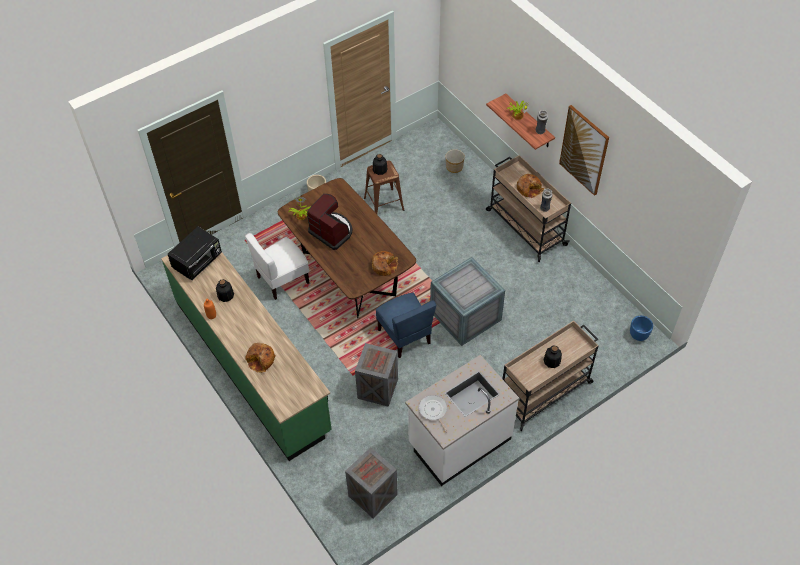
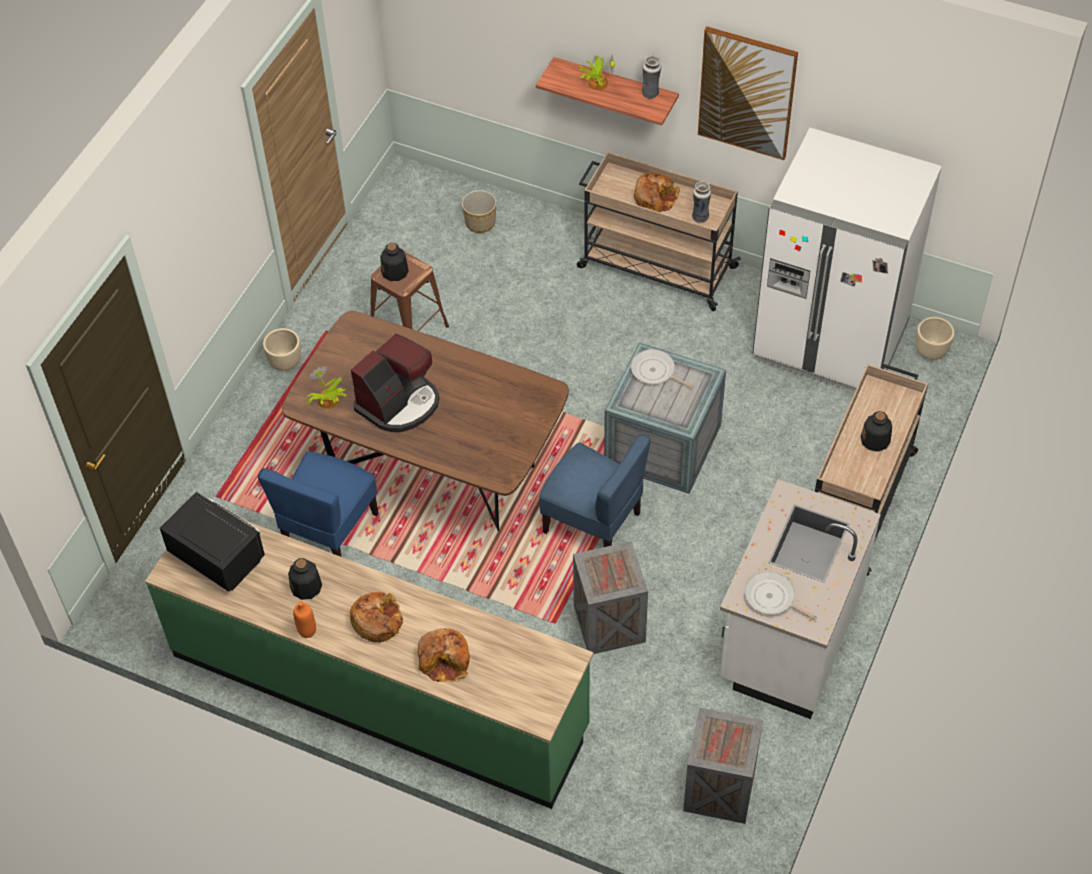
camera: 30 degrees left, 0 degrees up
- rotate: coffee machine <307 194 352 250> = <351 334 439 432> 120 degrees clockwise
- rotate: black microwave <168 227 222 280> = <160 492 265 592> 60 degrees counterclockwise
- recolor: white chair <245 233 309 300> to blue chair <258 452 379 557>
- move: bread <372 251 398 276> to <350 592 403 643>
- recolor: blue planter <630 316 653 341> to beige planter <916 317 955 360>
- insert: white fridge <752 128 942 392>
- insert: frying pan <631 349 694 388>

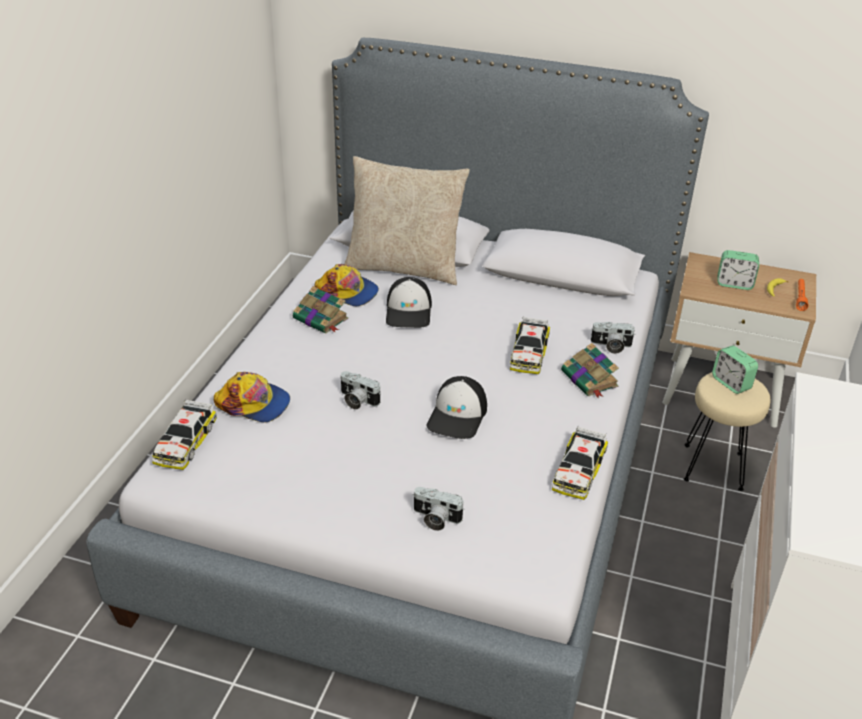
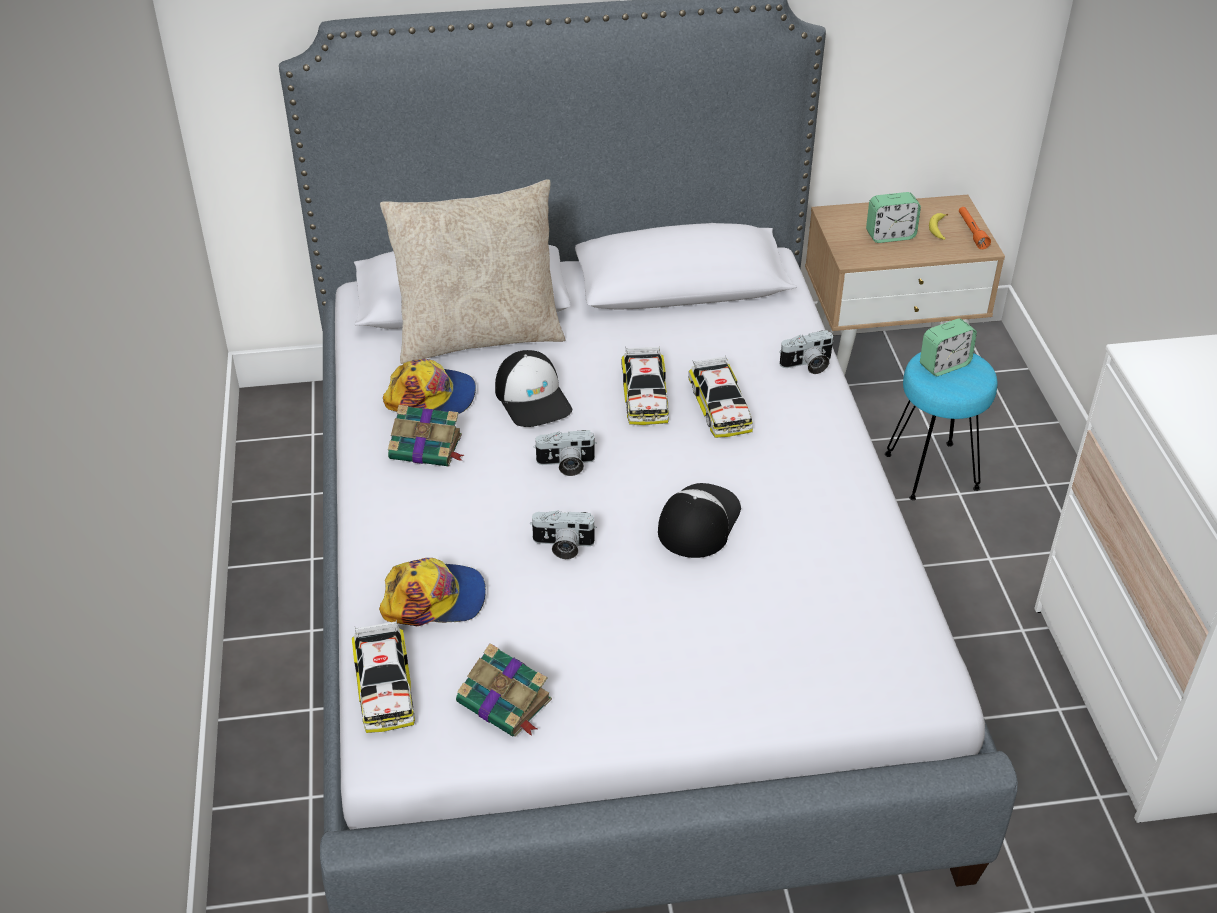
camera: 25 degrees left, 5 degrees up
- move: book <561 343 619 398> to <456 643 552 737>
- rotate: alarm clock <712 345 758 394> = <920 319 977 376> 60 degrees counterclockwise
- recolor: beige stool <684 372 770 491> to turquoise stool <885 352 997 500>
- rotate: cap <426 376 487 439> = <658 483 741 558> 150 degrees counterclockwise
- move: toy car <552 427 608 500> to <622 347 669 425>
- move: photo camera <413 487 465 531> to <533 430 597 476>

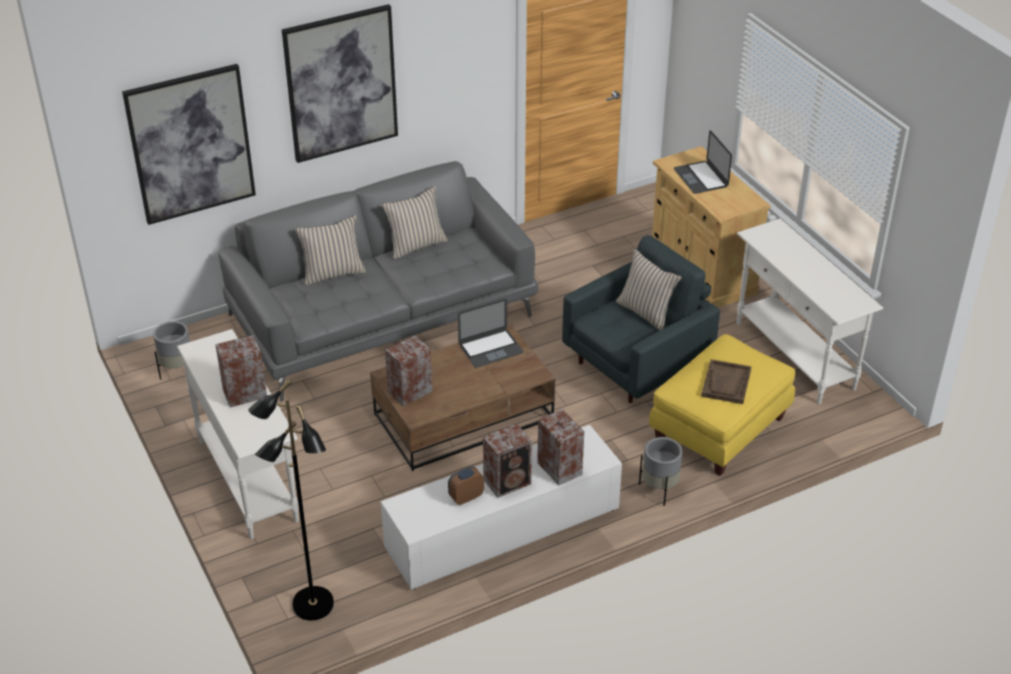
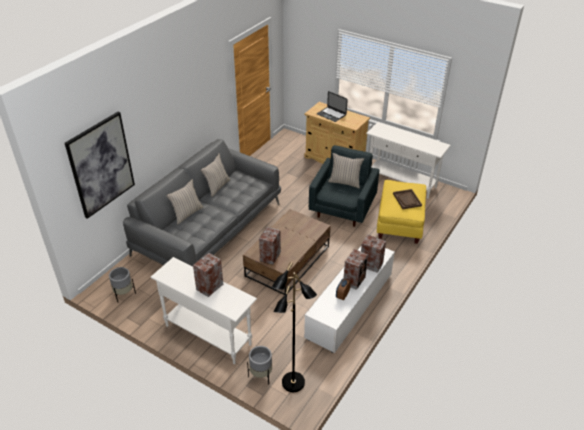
camera: 30 degrees left, 0 degrees up
- delete: picture <282 4 398 163>
- delete: laptop <458 299 524 368>
- move: grey planter <639 437 682 506> to <247 346 272 385>

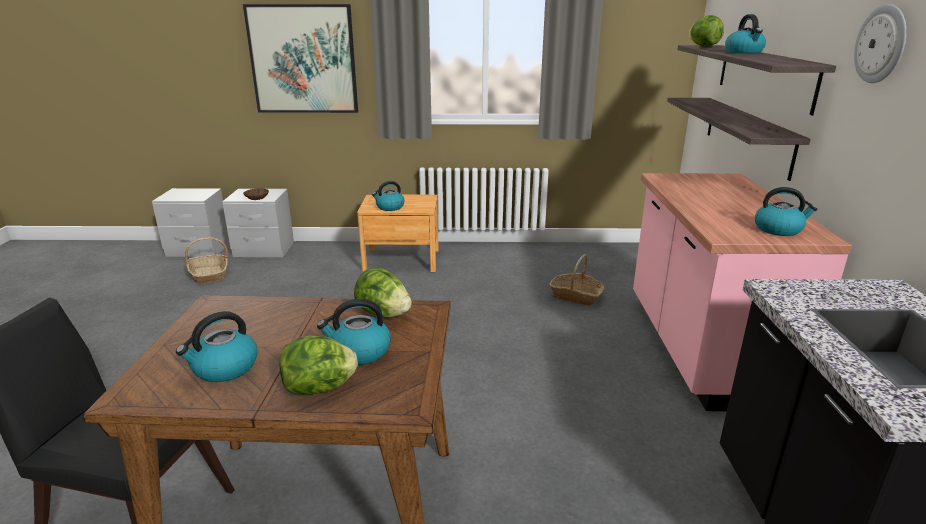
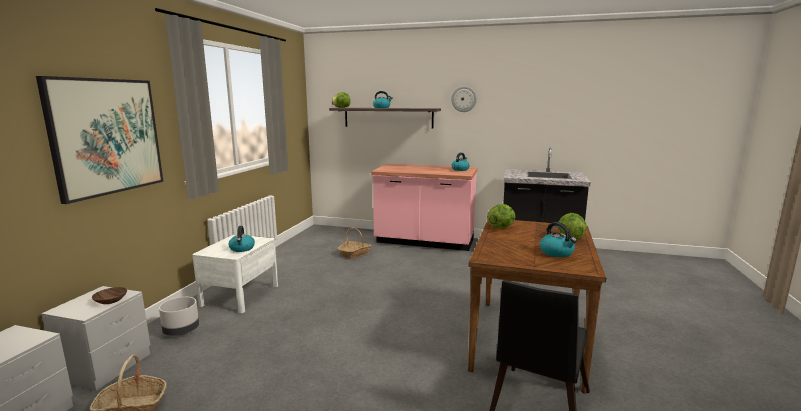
camera: 75 degrees left, 10 degrees down
- delete: shelf <667 98 811 181>
- recolor: brown nightstand <357 194 439 272> to white nightstand <192 234 278 313>
- delete: kettle <317 299 391 365>
- insert: grey planter <159 297 199 336>

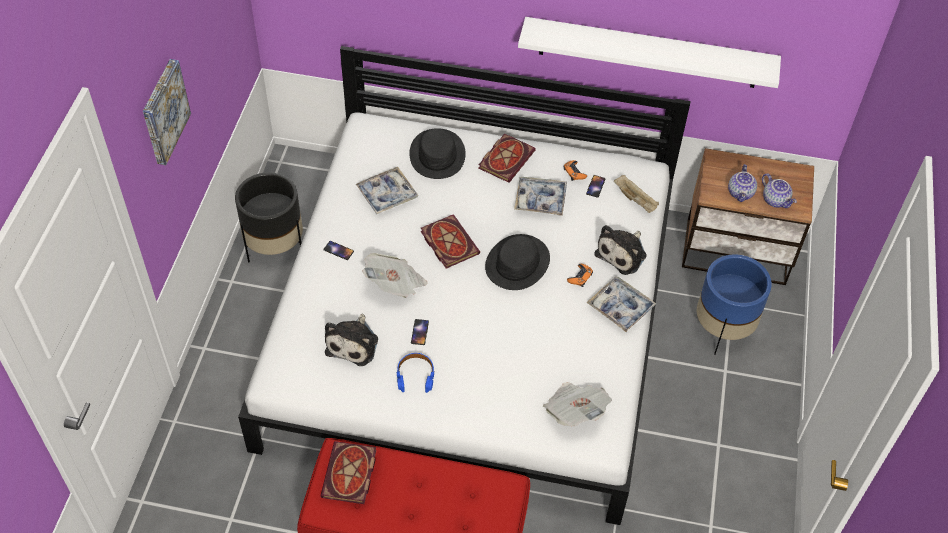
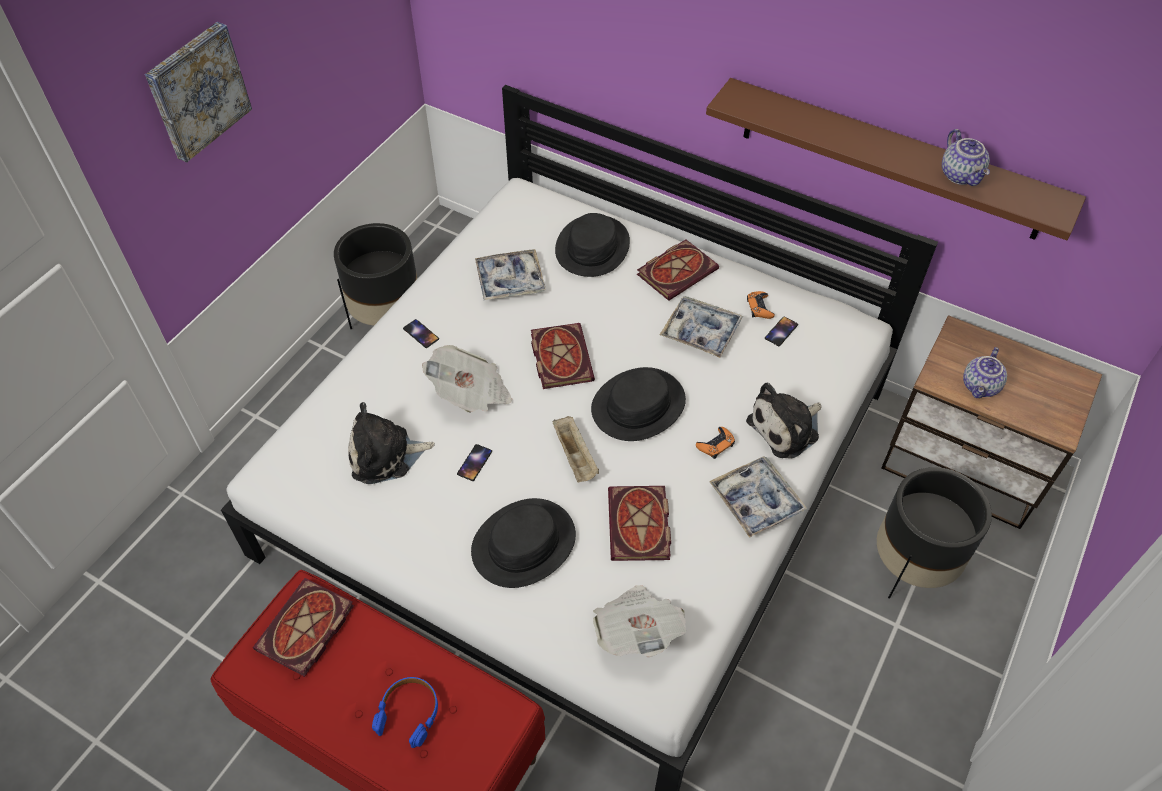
camera: 20 degrees right, 0 degrees up
- recolor: white shelf <518 17 781 88> to brown shelf <706 78 1086 240>
- move: teapot <762 174 797 208> to <942 129 990 186>
- move: beige tray <613 175 659 213> to <553 416 599 482>
- recolor: blue planter <697 255 772 355> to black planter <877 467 992 599>
- rotate: plush toy <325 314 378 366> = <348 402 435 484> 45 degrees clockwise
- move: blue headphones <397 353 435 393> to <372 677 438 748>
- insert: book <608 486 671 561>
- insert: black hat <471 498 576 588>

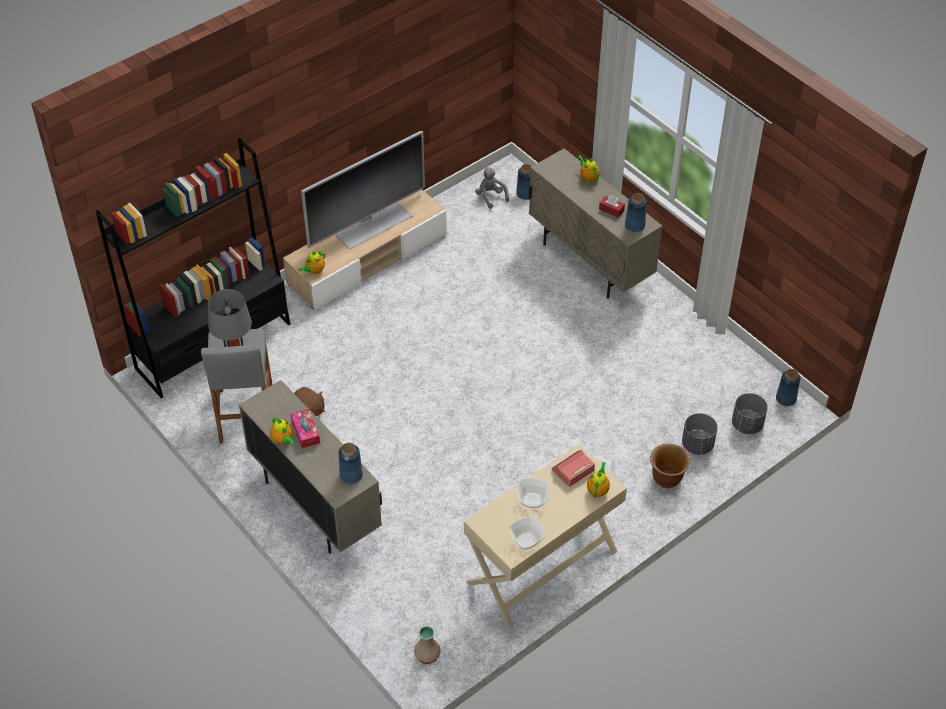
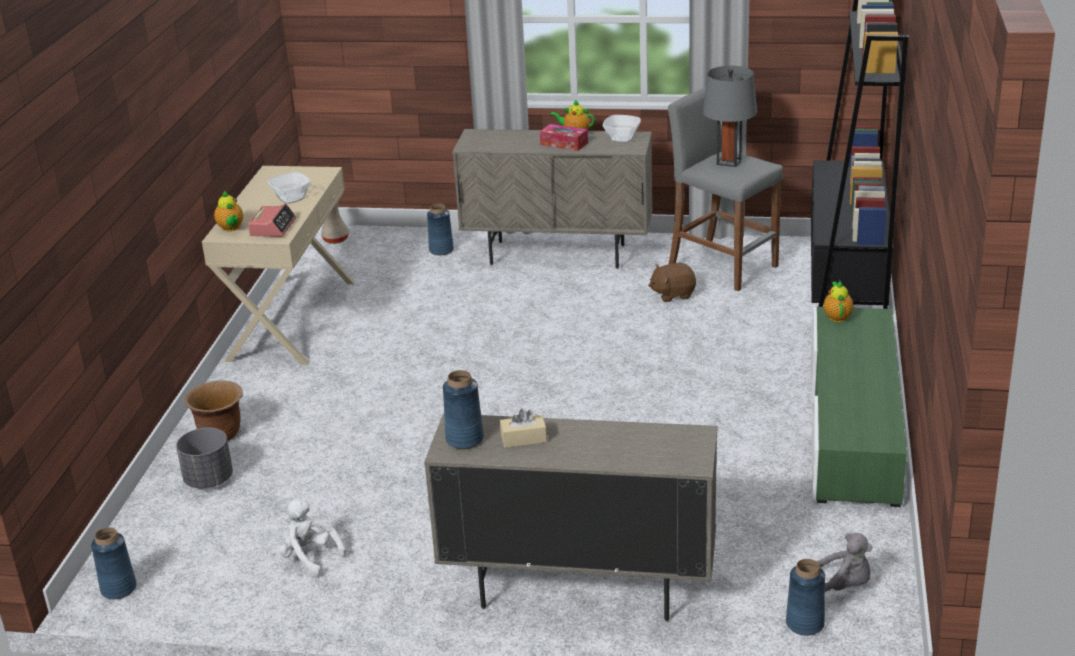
camera: 140 degrees right, 20 degrees down
- delete: television <301 131 425 250>
- delete: teapot <578 155 600 183>
- recolor: beige tv stand <283 189 446 310> to green tv stand <811 307 907 507>
- recolor: red tissue box <599 195 625 218> to beige tissue box <500 409 547 448>
- delete: grey planter <732 393 768 434>
- move: blue vase <339 443 363 484> to <427 204 454 255>
- move: bowl <509 517 545 550> to <603 115 641 143>
- insert: white plush toy <279 499 346 576>

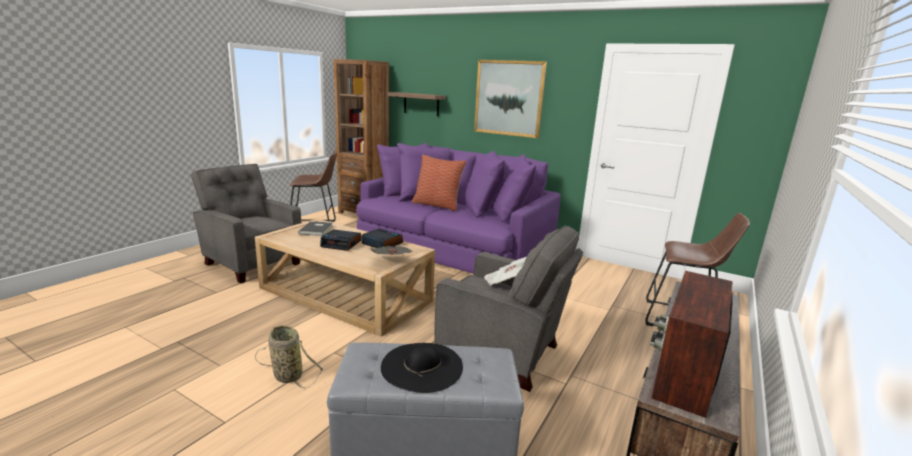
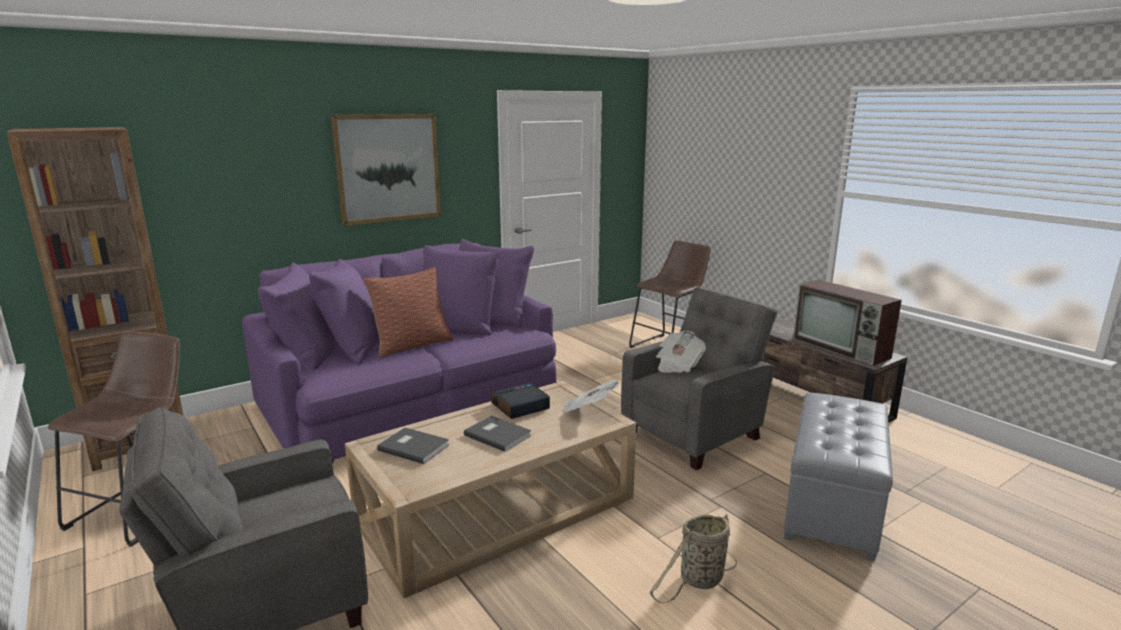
camera: 65 degrees left, 0 degrees up
- delete: shelf <387 92 446 116>
- replace: alarm clock <320 229 361 251> to grey book <464 416 532 452>
- delete: black hat <381 343 463 393>

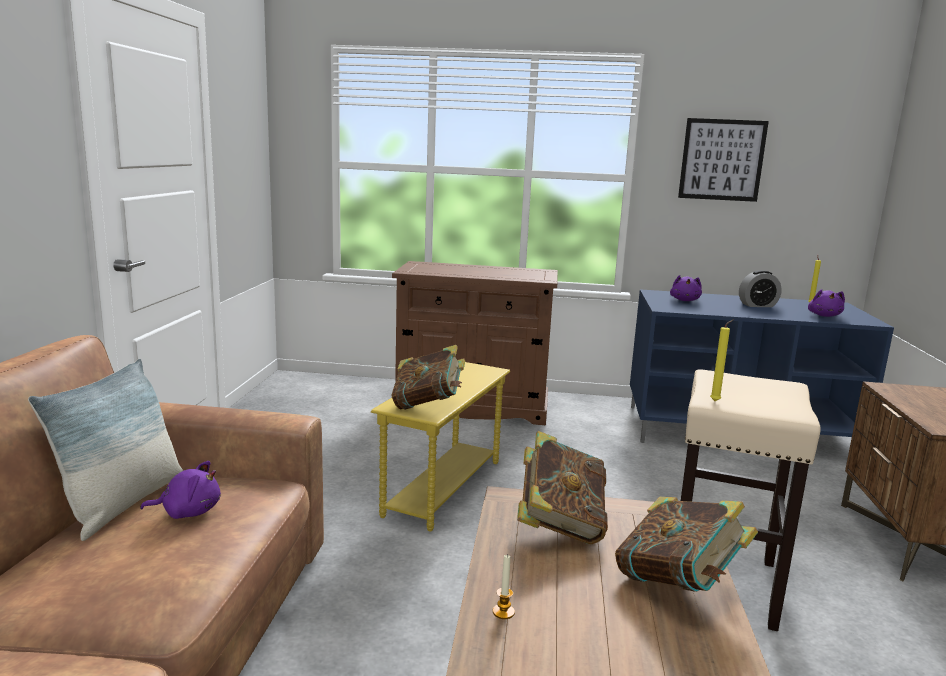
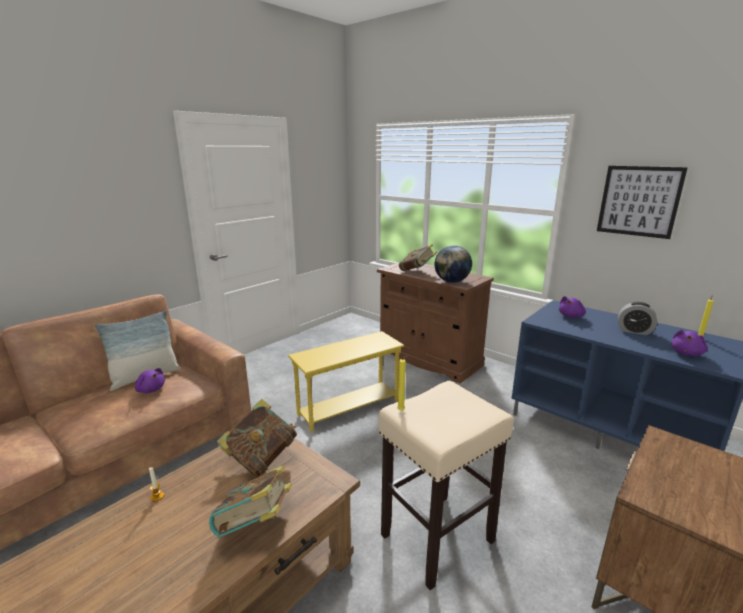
camera: 35 degrees right, 5 degrees up
- move: book <392 345 465 410> to <399 244 437 272>
- insert: globe <434 245 472 283>

